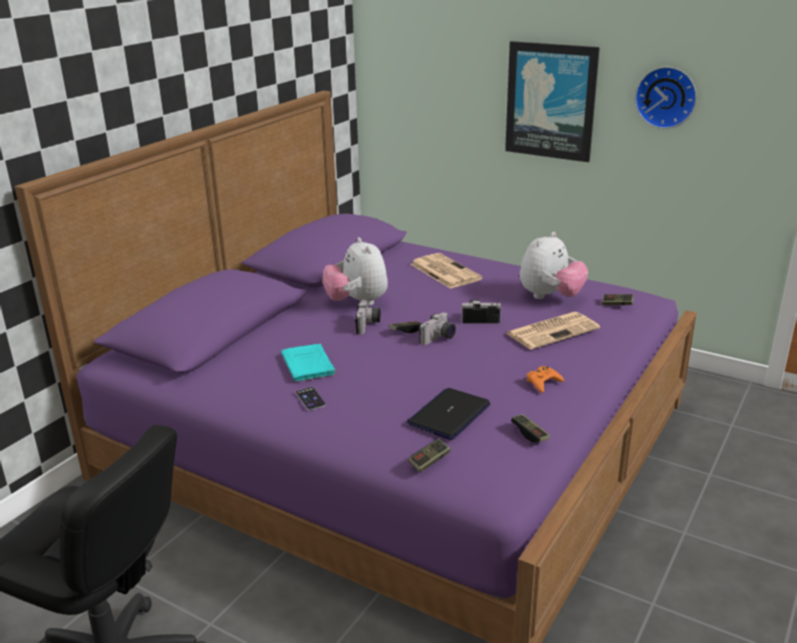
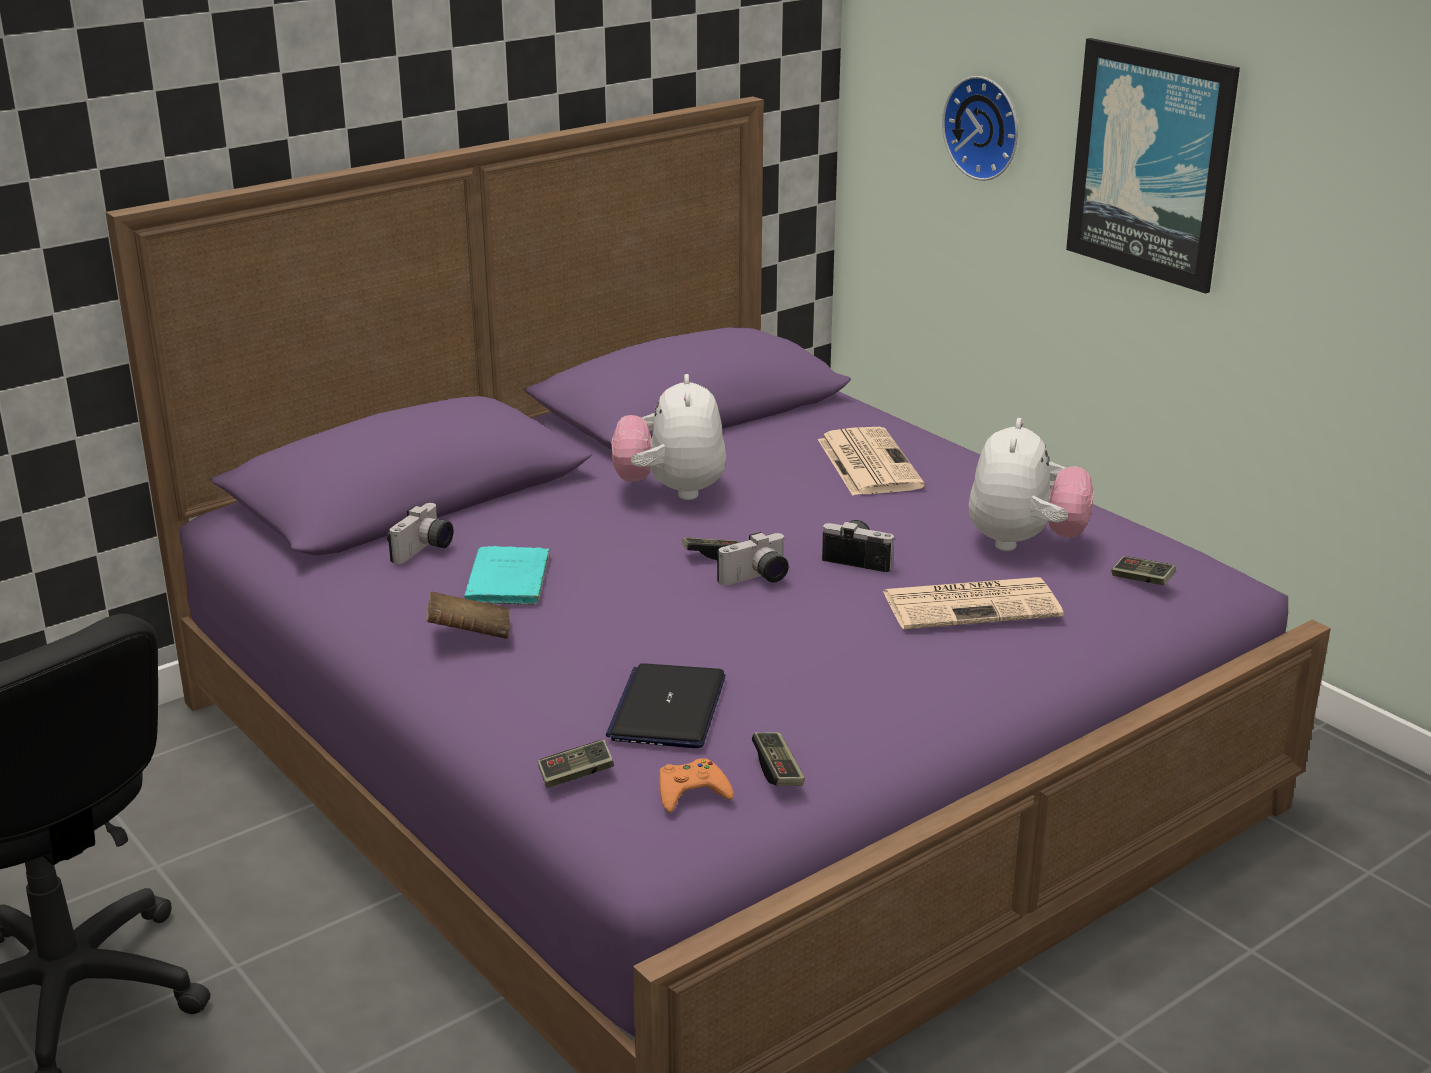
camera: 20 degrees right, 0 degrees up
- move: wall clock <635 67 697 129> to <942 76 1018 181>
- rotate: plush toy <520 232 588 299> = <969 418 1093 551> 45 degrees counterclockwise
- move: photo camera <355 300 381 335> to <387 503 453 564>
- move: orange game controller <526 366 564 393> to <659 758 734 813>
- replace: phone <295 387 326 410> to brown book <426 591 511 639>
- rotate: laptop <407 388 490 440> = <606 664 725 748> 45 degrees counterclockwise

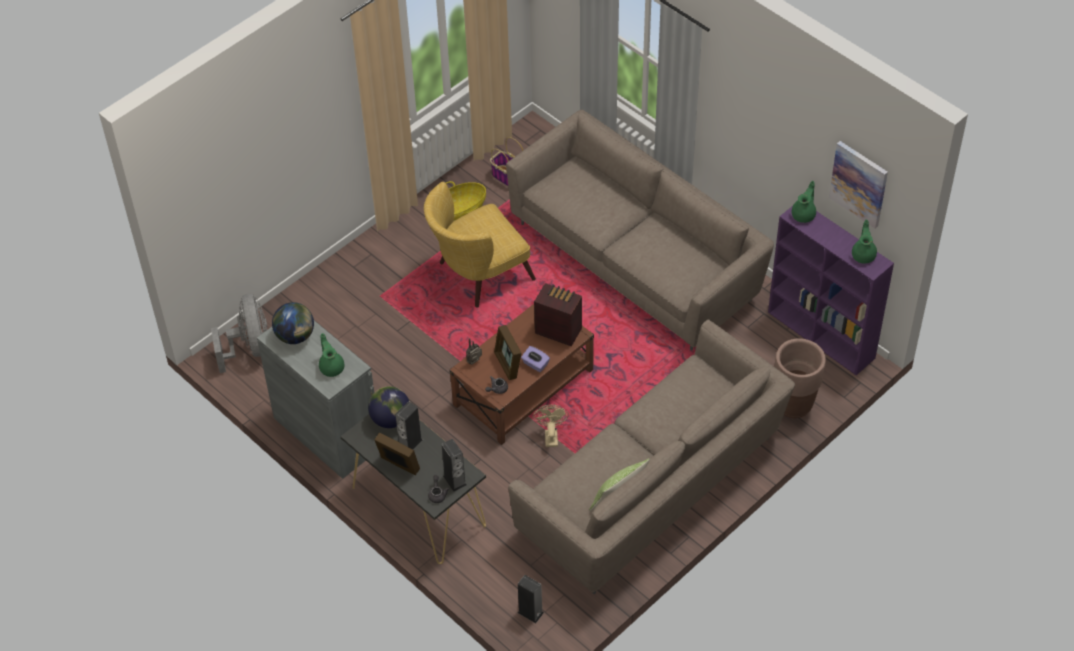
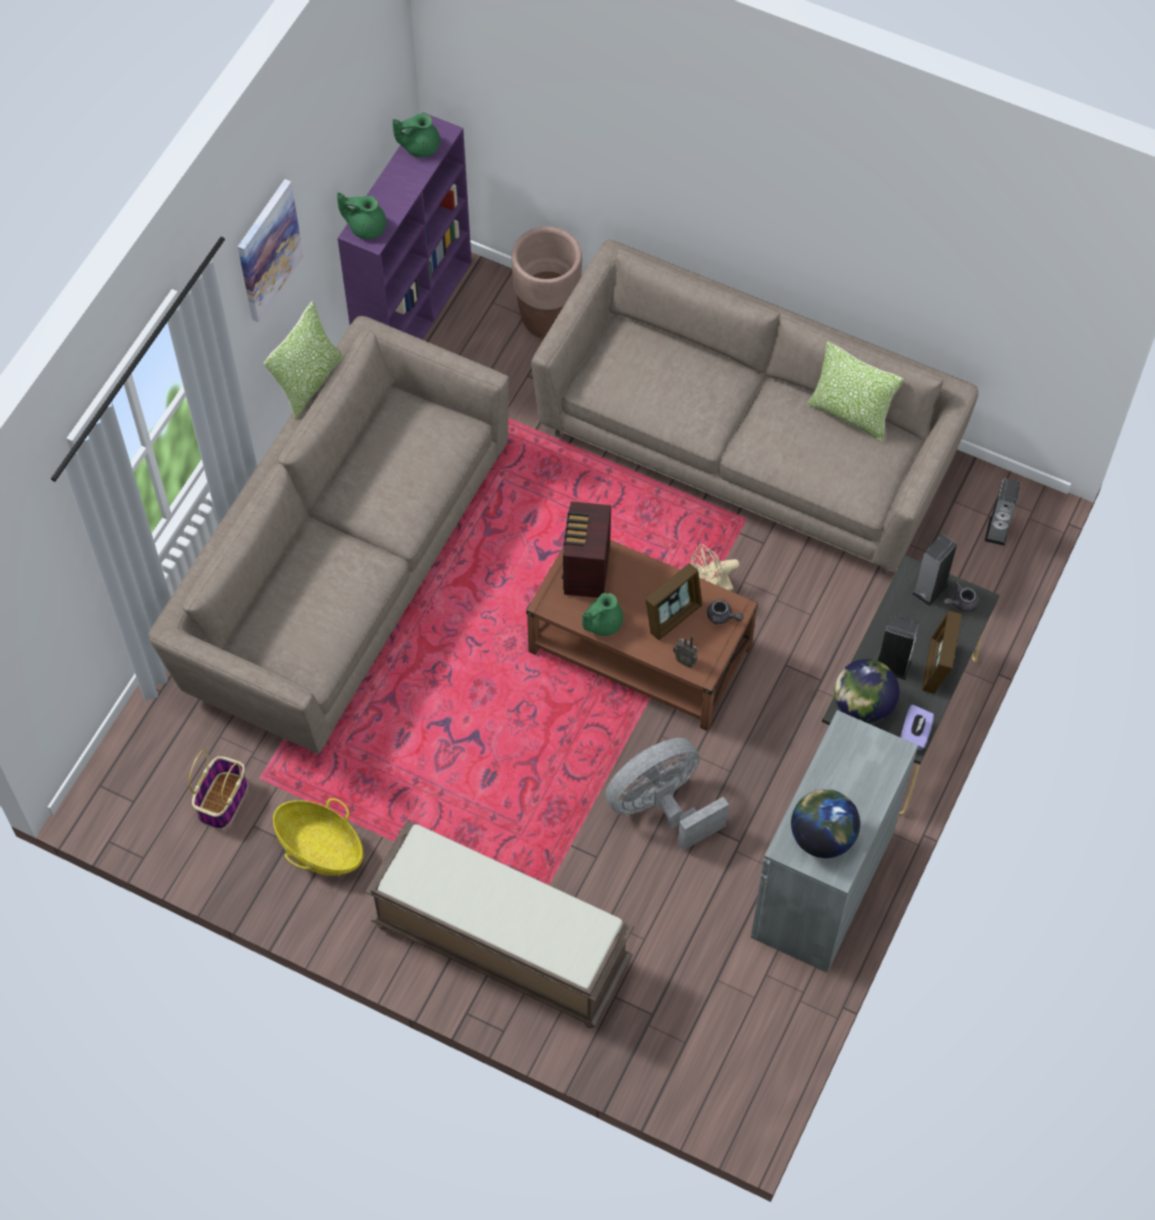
camera: 110 degrees left, 10 degrees up
- move: picture <829 141 888 228> to <238 179 304 323>
- delete: yellow armchair <424 182 536 308>
- move: grey fan <211 294 267 373> to <605 738 729 851>
- move: green teapot <319 333 344 377> to <582 593 623 636>
- move: purple tissue box <521 346 550 372> to <900 705 934 750>
- insert: pillow <264 301 343 420>
- insert: brown bench <365 821 634 1028>

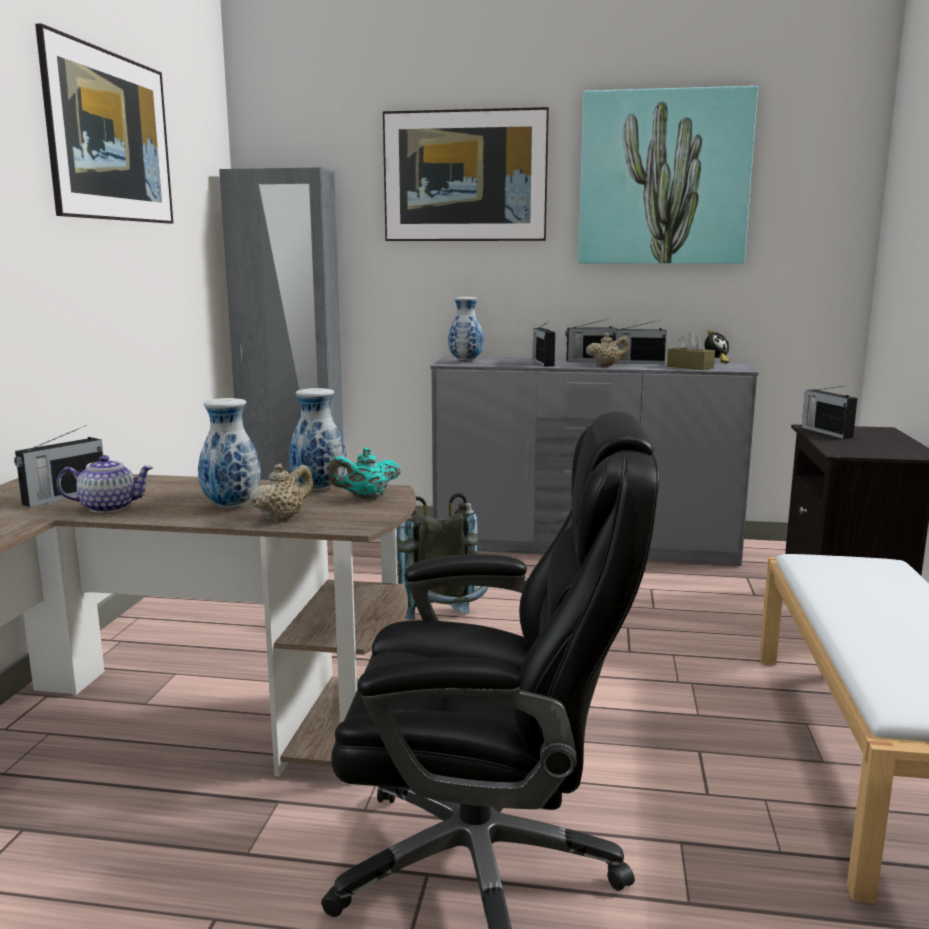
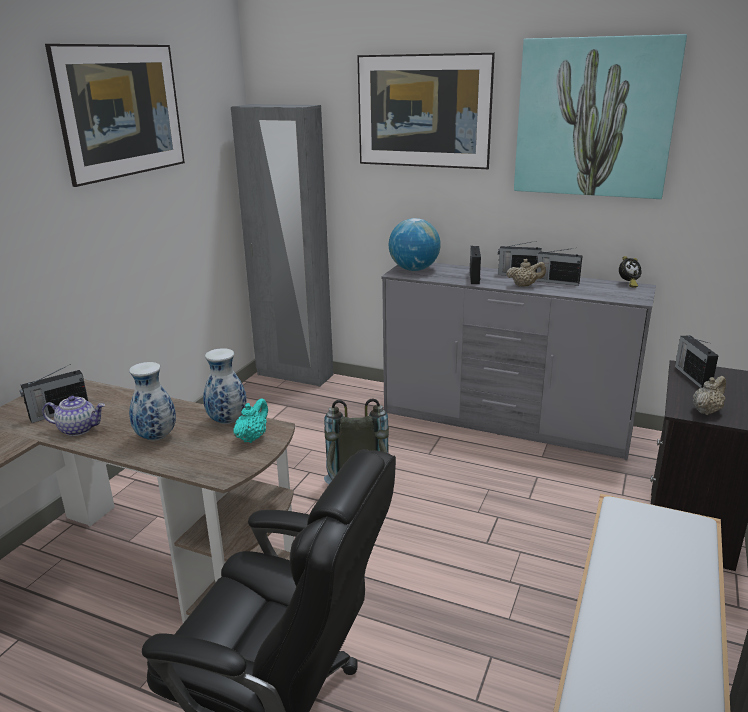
camera: 15 degrees right, 10 degrees up
- replace: vase <448 297 483 361> to globe <389 218 441 271>
- delete: brown tissue box <667 332 715 370>
- rotate: turquoise teapot <329 448 401 499> = <233 398 268 443> 120 degrees clockwise
- move: beige teapot <250 464 313 522> to <693 376 726 415>

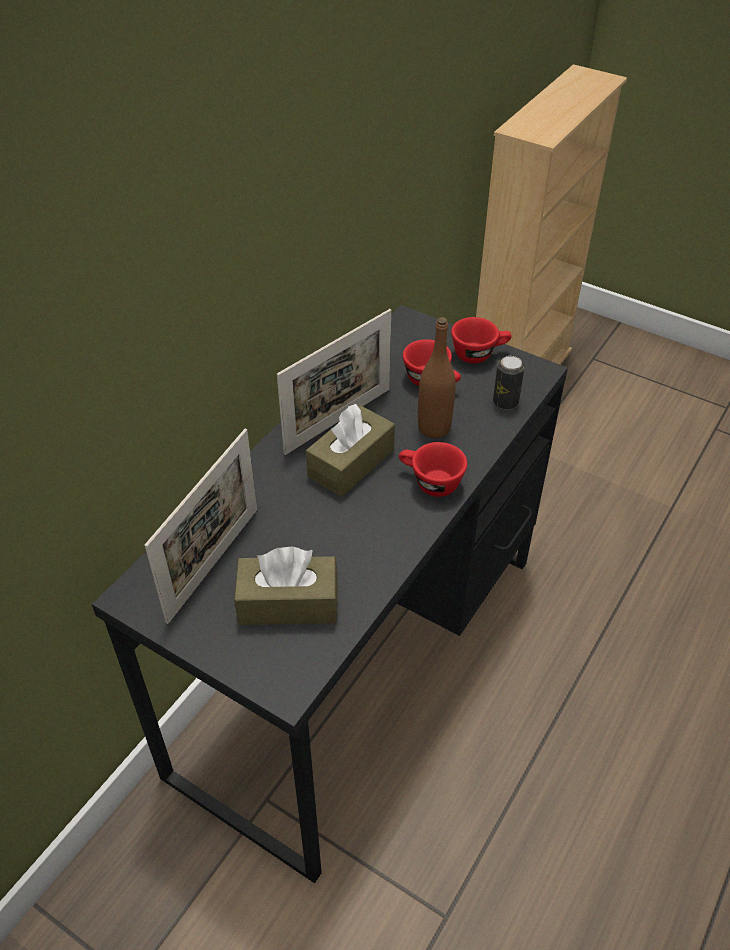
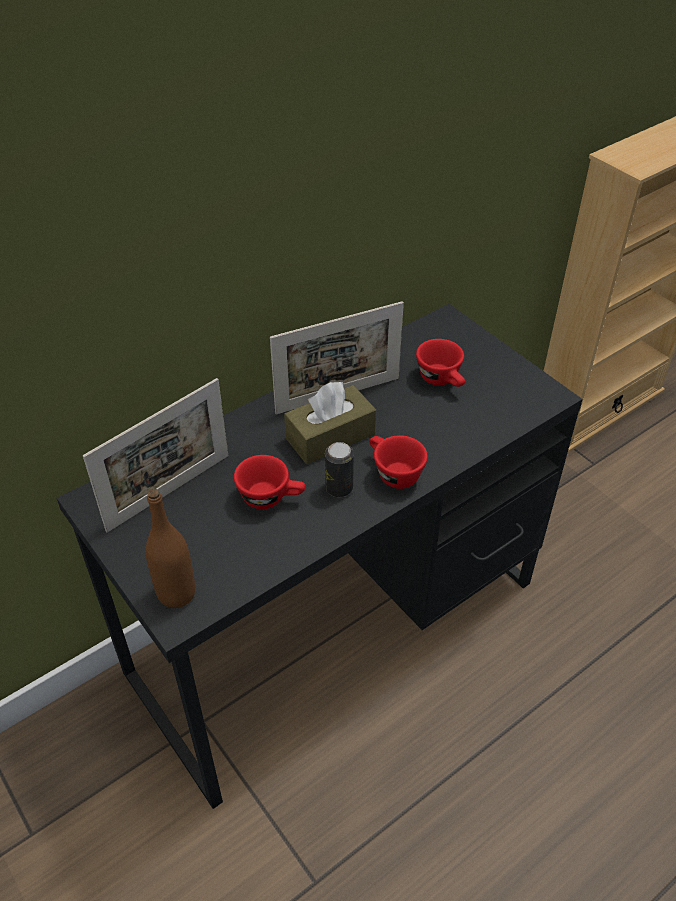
camera: 20 degrees right, 0 degrees up
- move: brown bottle <418 317 456 438> to <146 489 195 608>
- move: red cup <451 317 512 363> to <234 455 306 509>
- move: can <493 356 525 410> to <325 442 354 497>
- delete: brown tissue box <234 547 338 625>

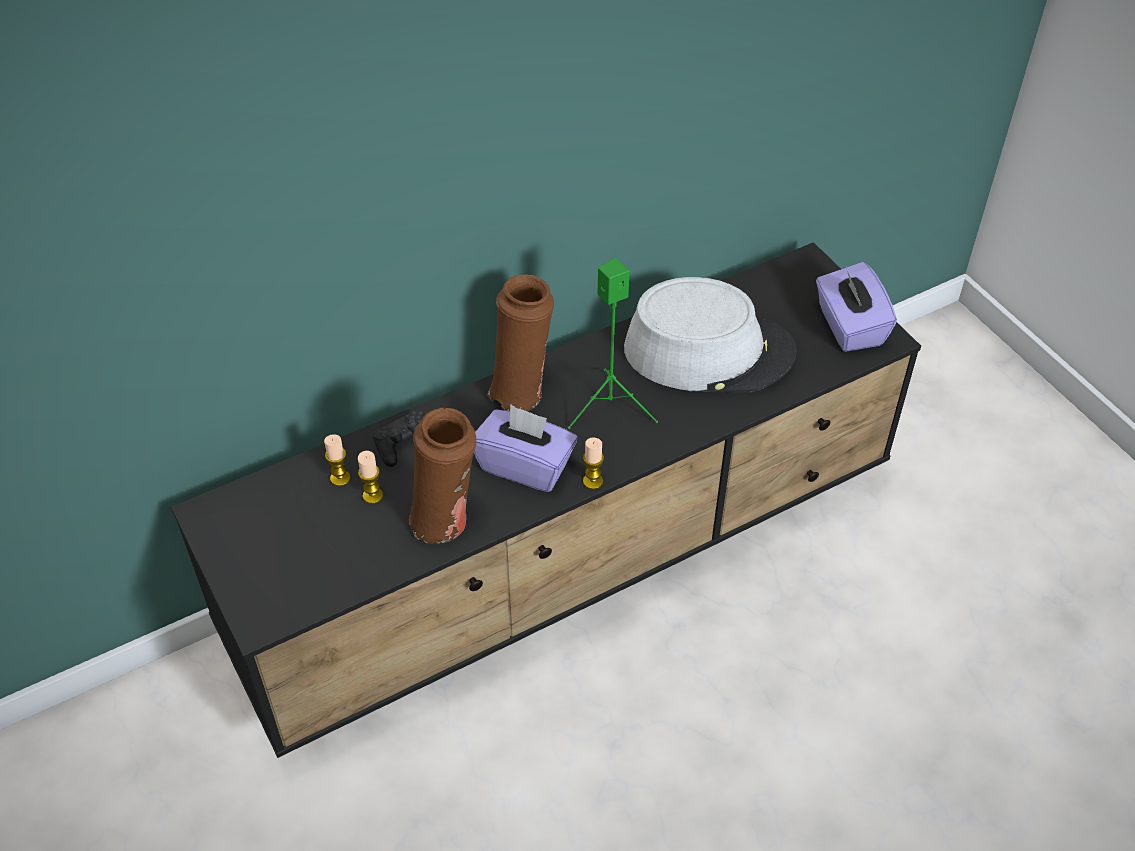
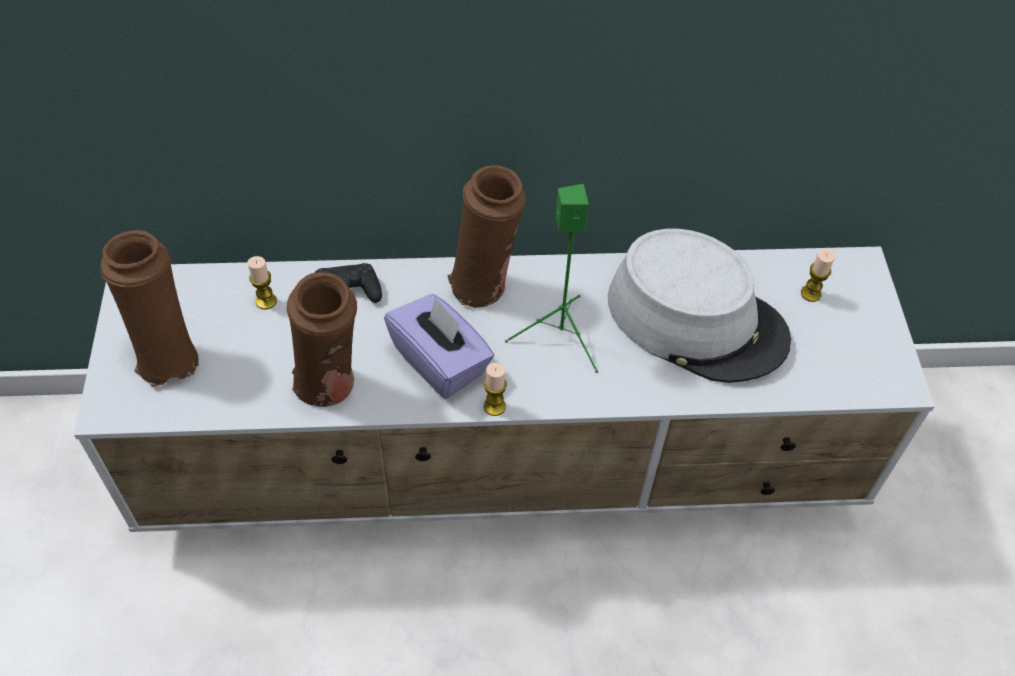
camera: 25 degrees right, 5 degrees up
- recolor: black tv stand <171 242 921 758> to white tv stand <74 246 935 532>
- delete: purple tissue box <816 262 897 352>
- move: candle <358 451 383 504> to <801 248 835 302>
- insert: brown vase <101 230 199 387>

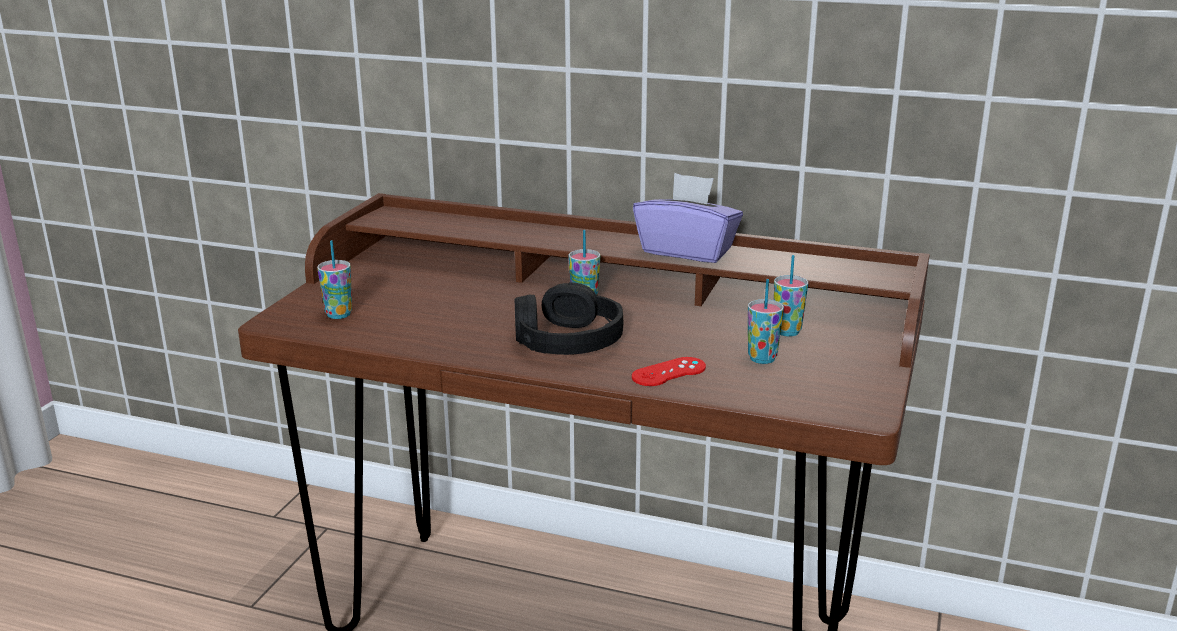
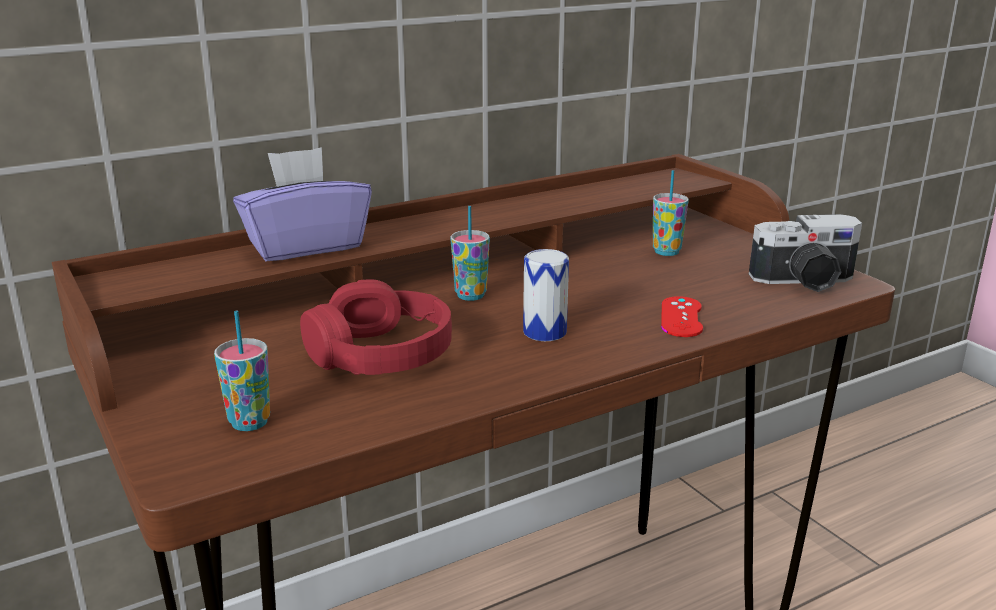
camera: 50 degrees left, 0 degrees up
- move: purple tissue box <633 173 743 263> to <233 147 372 261>
- delete: cup <748 279 784 364>
- replace: black headphones <515 282 624 355> to can <523 249 569 341>
- insert: photo camera <749 214 862 292>
- insert: red headphones <300 279 452 375>

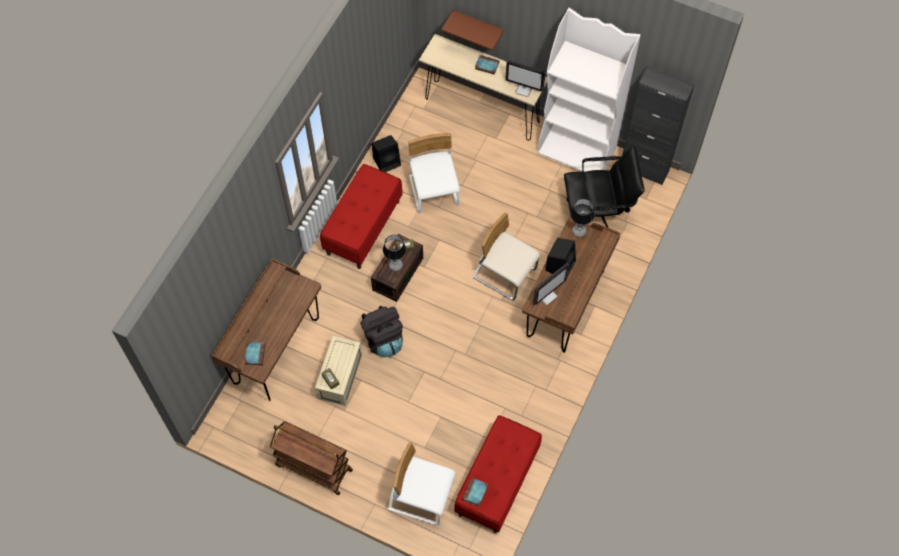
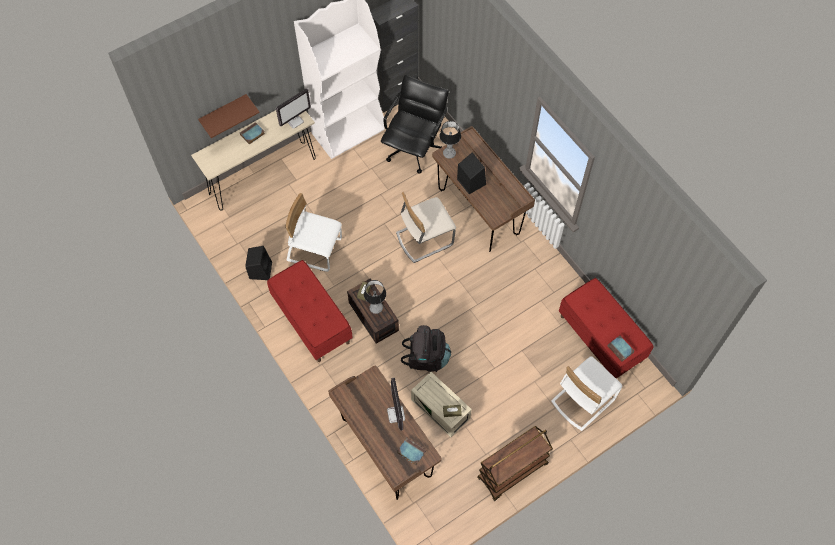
camera: 60 degrees left, 0 degrees up
- move: monitor <533 263 569 305> to <387 378 405 431>

